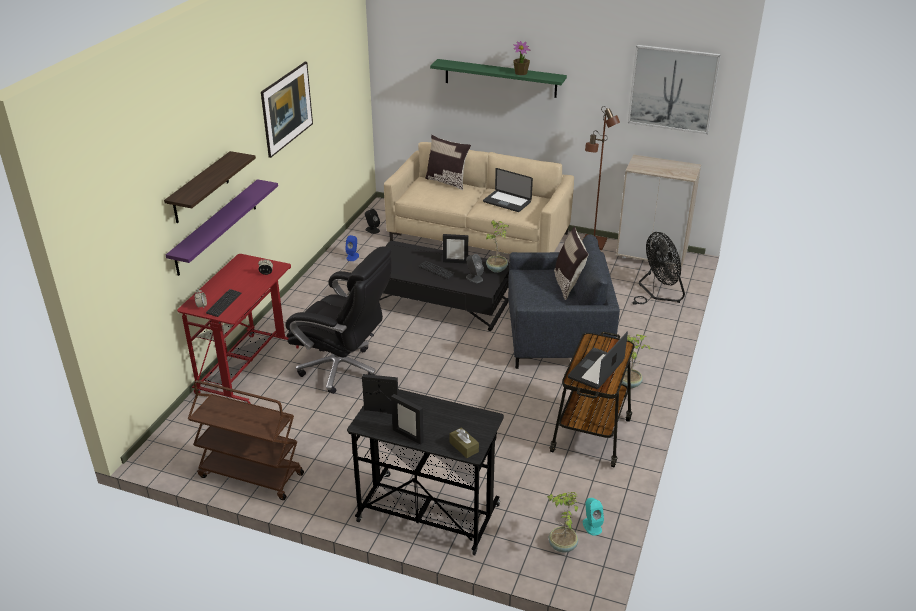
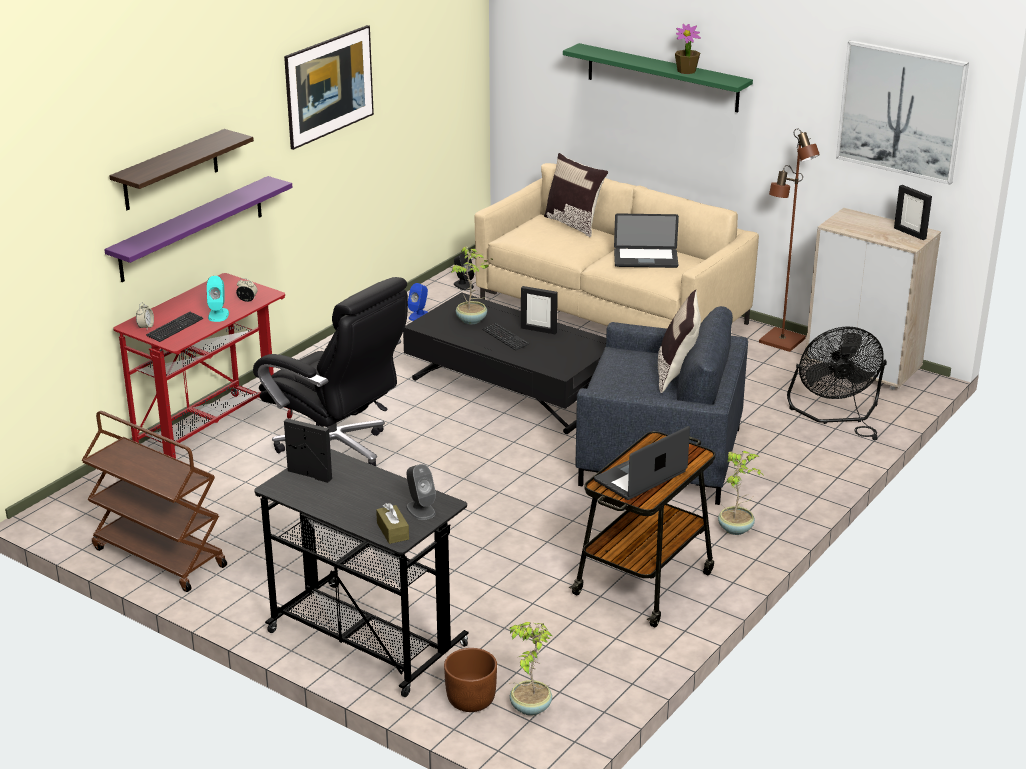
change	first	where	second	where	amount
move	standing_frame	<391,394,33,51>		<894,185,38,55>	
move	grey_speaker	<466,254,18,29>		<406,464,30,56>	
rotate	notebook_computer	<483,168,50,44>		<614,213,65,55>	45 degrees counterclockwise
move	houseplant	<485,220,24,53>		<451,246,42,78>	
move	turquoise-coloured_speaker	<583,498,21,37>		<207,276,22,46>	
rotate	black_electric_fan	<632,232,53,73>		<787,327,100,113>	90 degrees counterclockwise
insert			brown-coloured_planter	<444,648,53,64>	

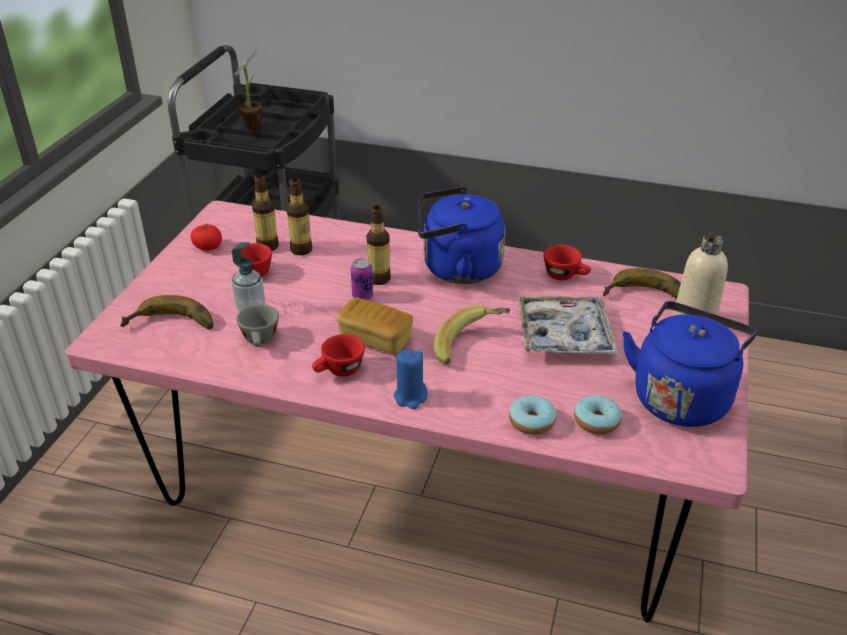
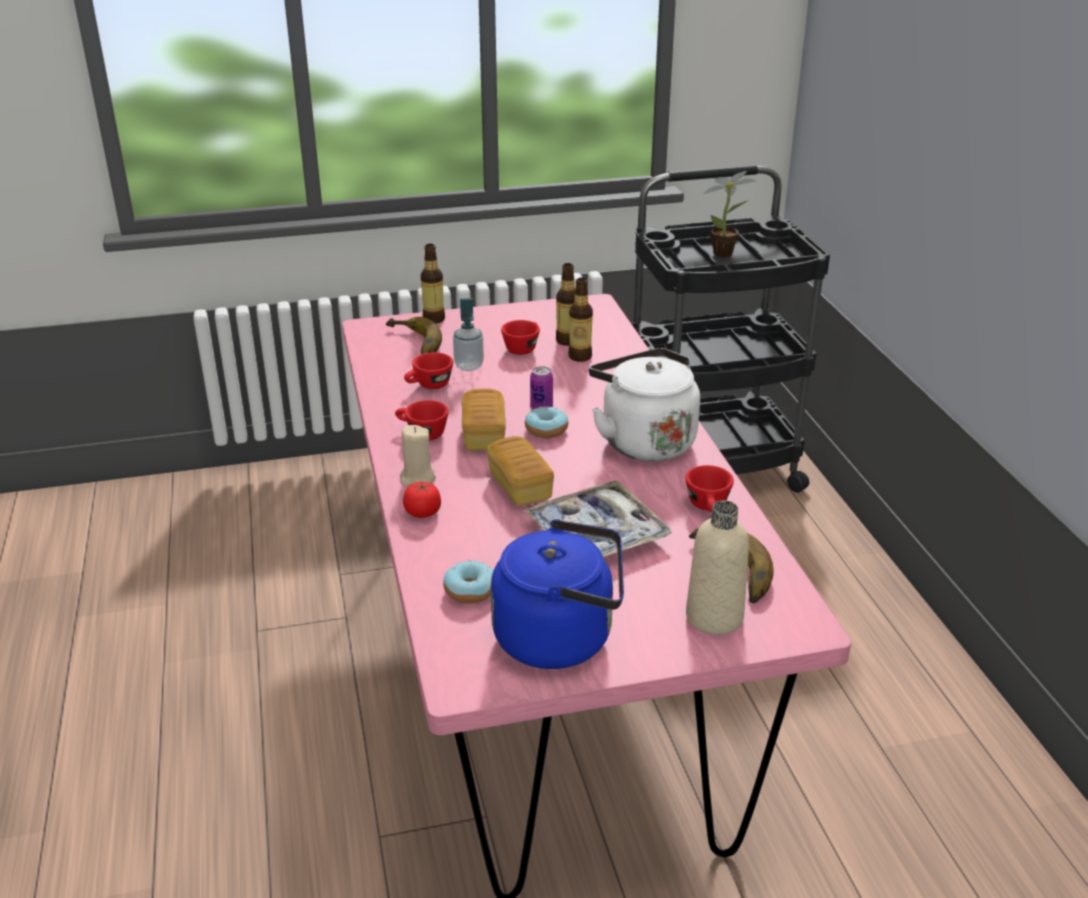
change	first	where	second	where	amount
move	whole_tomato	<191,224,31,27>		<403,482,38,36>	
recolor	grey_small_cup	<236,304,43,43>	reddish_small_cup	<404,352,49,37>	
move	drink_bottle	<366,205,25,80>		<421,244,24,80>	
recolor	blue_wax_light	<394,349,34,60>	beige_wax_light	<400,425,36,61>	
recolor	blue_water_kettle	<417,187,88,97>	white-coloured_water_kettle	<589,348,111,113>	
replace	banana	<434,305,76,59>	baked_bread	<487,436,67,70>	
move	doughnut	<509,395,47,40>		<525,407,43,31>	

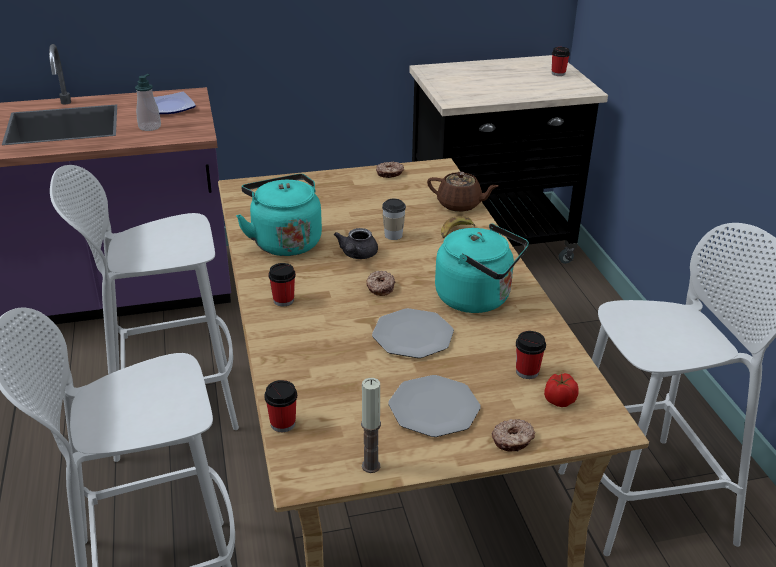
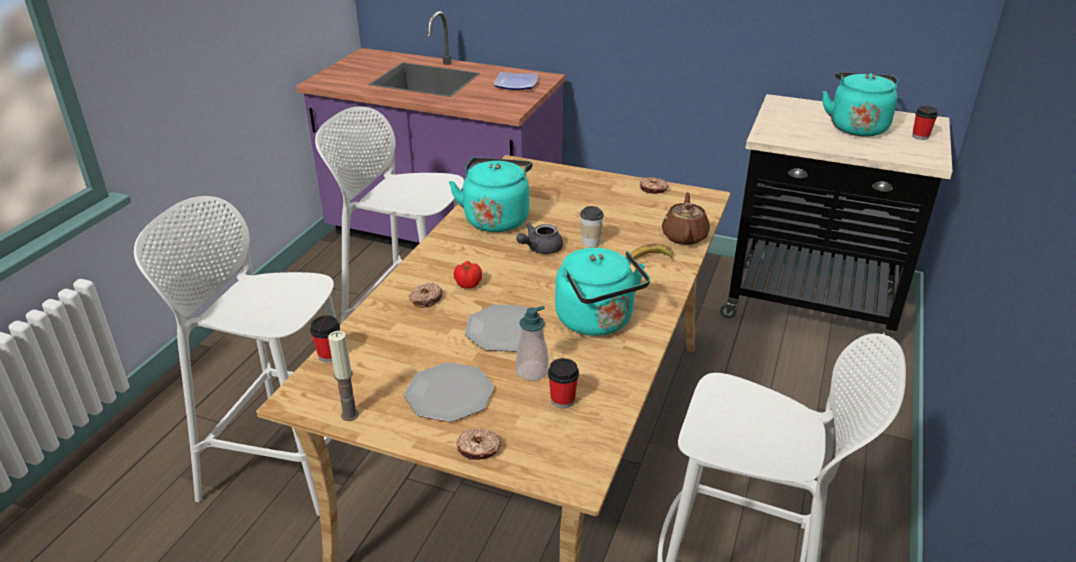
change	first	where	second	where	amount
move	soap_bottle	<135,74,26,57>		<516,306,33,75>	
delete	small_cup	<268,263,28,43>			
move	doughnut	<366,271,29,25>		<409,283,34,25>	
rotate	brown-coloured_teapot	<427,171,72,41>		<662,192,48,53>	135 degrees counterclockwise
move	whole_tomato	<544,373,35,34>		<454,261,28,28>	
insert			turquoise-coloured_water_kettle	<822,72,76,64>	

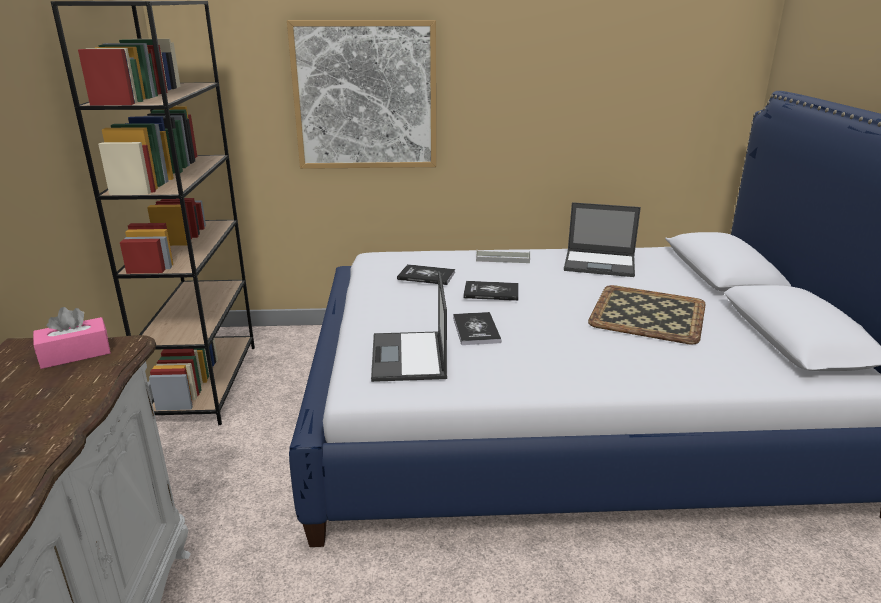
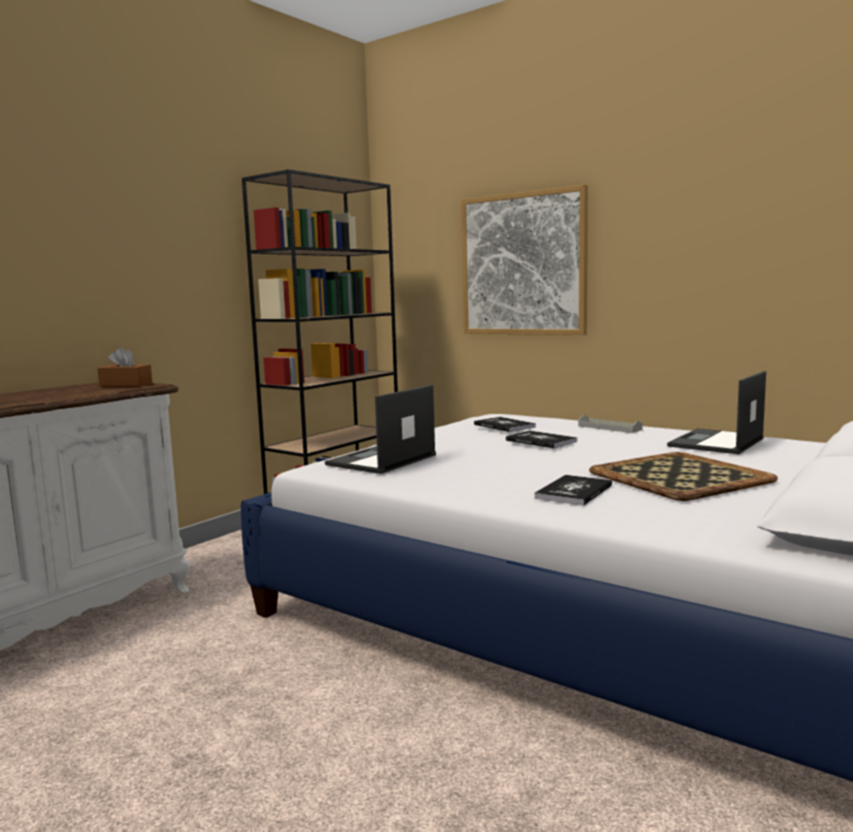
change	first	where	second	where	amount
recolor	pinkish_tissue_holder	<33,307,78,62>	brown-coloured_tissue_holder	<97,347,55,40>	
move	bound_book	<453,312,49,33>		<534,475,78,31>	
rotate	notebook_computer	<564,202,77,75>		<667,371,99,83>	75 degrees clockwise

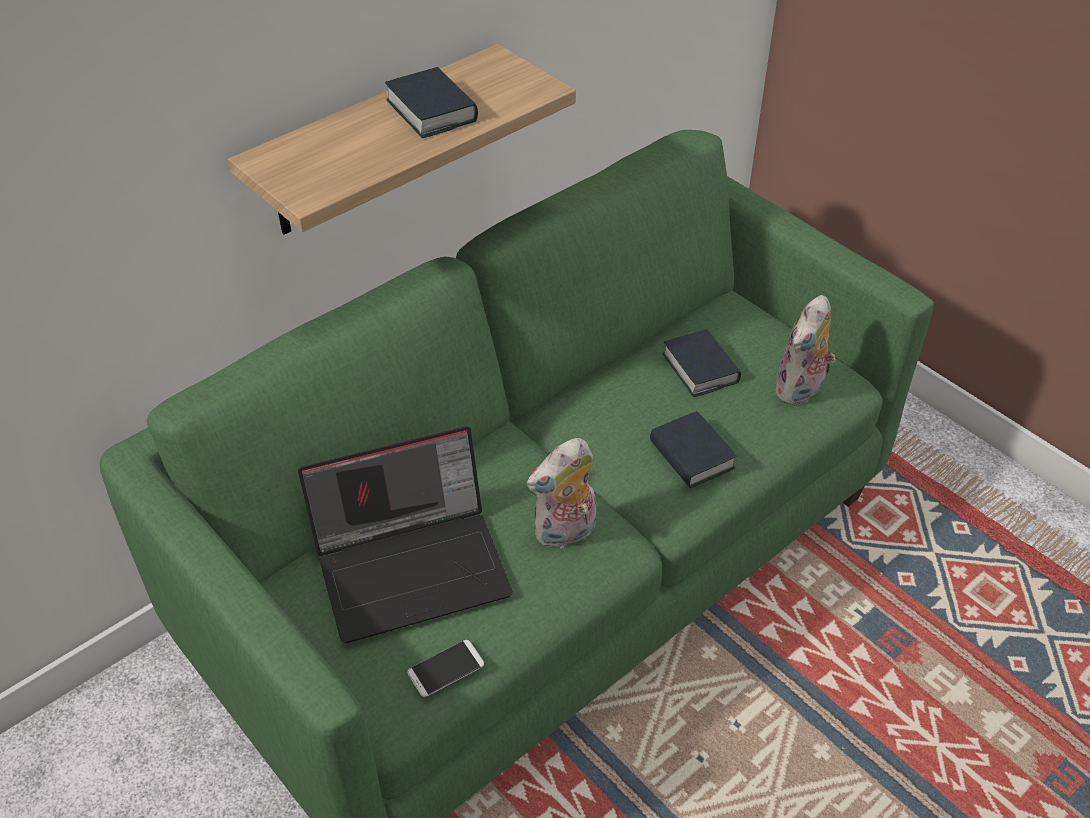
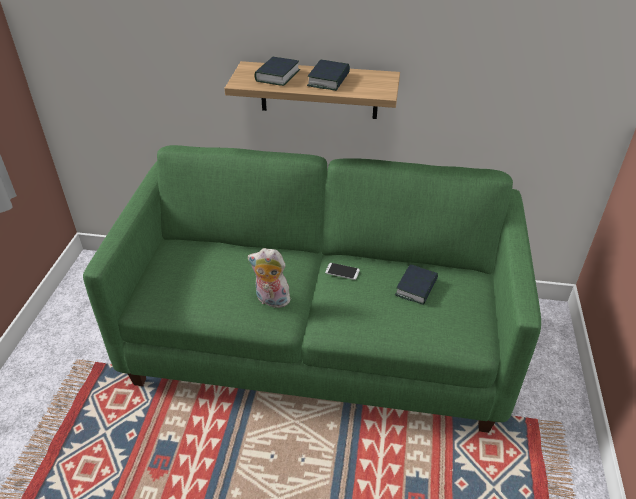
change	first	where	second	where	amount
delete	notebook_computer	<298,426,215,217>			
move	phone	<407,640,77,57>		<325,263,35,17>	
move	bound_book	<650,411,87,77>		<255,57,45,29>	
delete	cuddly_toy	<775,295,61,111>			

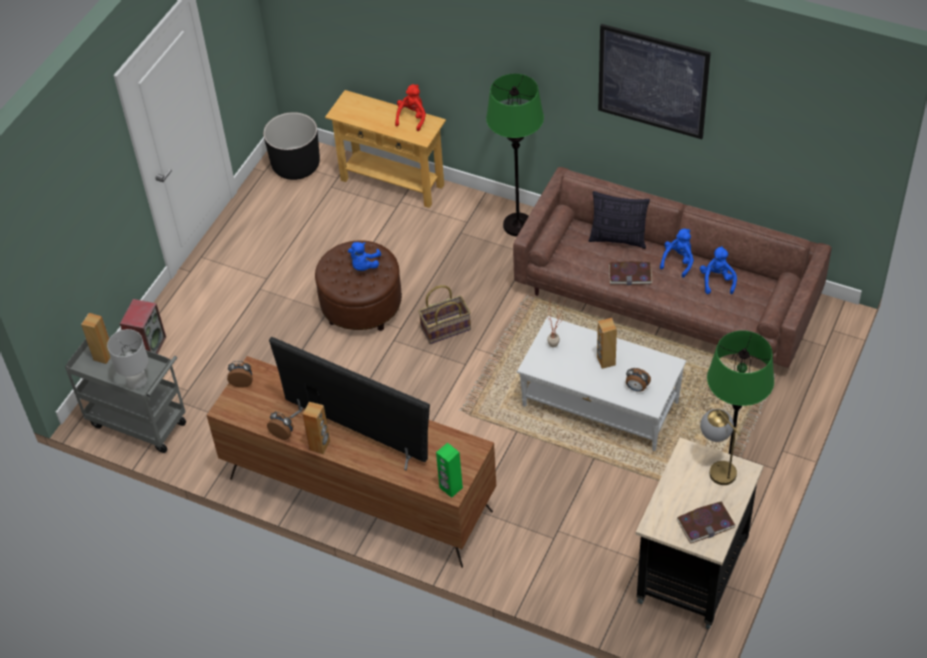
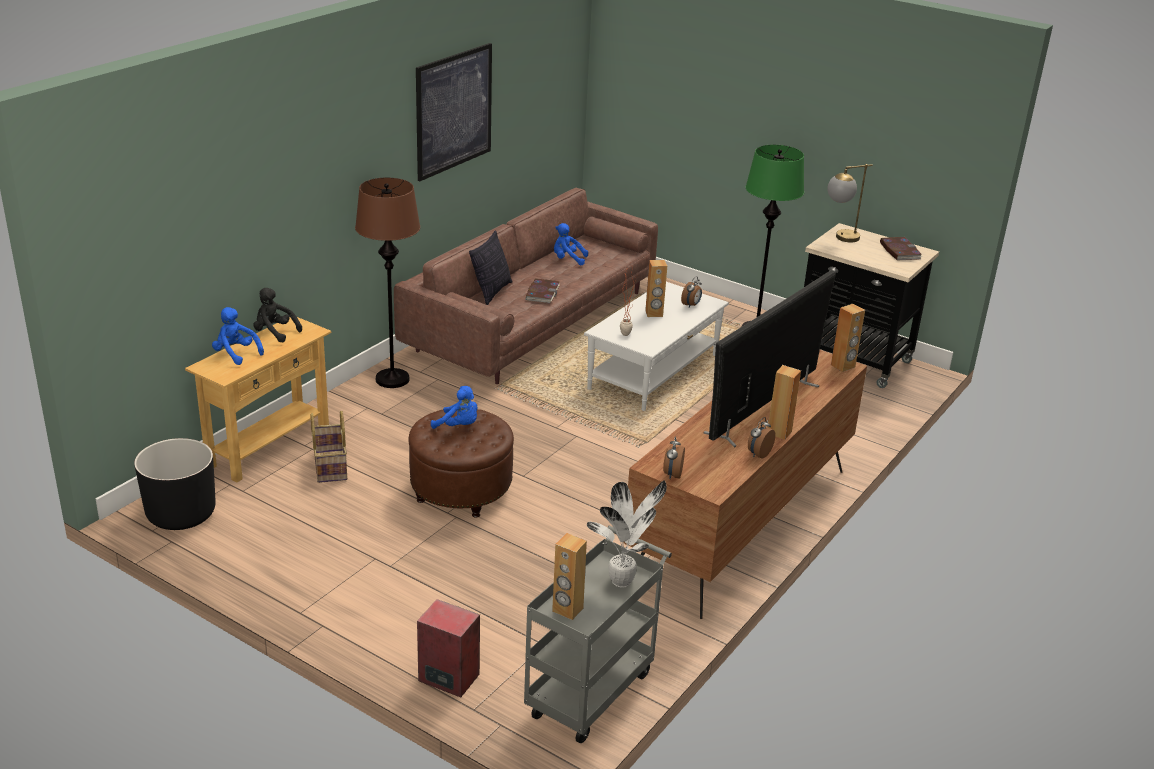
change	first	where	second	where	amount
replace	grey_table_lamp	<107,329,42,60>	houseplant	<587,481,80,107>	
recolor	reddish_cuddly_toy	<395,84,31,47>	black_cuddly_toy	<253,288,49,54>	
move	storage_basket	<418,285,53,59>		<311,411,36,72>	
recolor	greenish_speaker	<436,443,27,55>	brown-coloured_speaker	<831,304,34,68>	
recolor	greenish_standing_lamp	<486,73,58,164>	brown-coloured_standing_lamp	<355,177,65,211>	
move	blue_cuddly_toy	<660,228,34,49>		<212,307,52,58>	

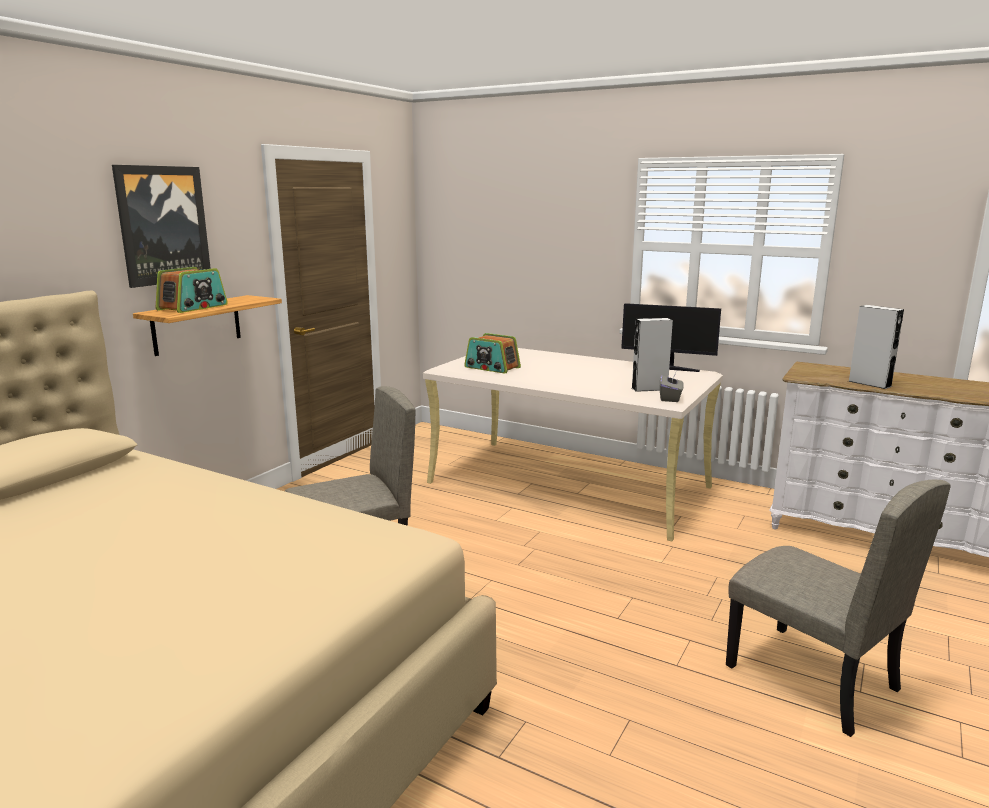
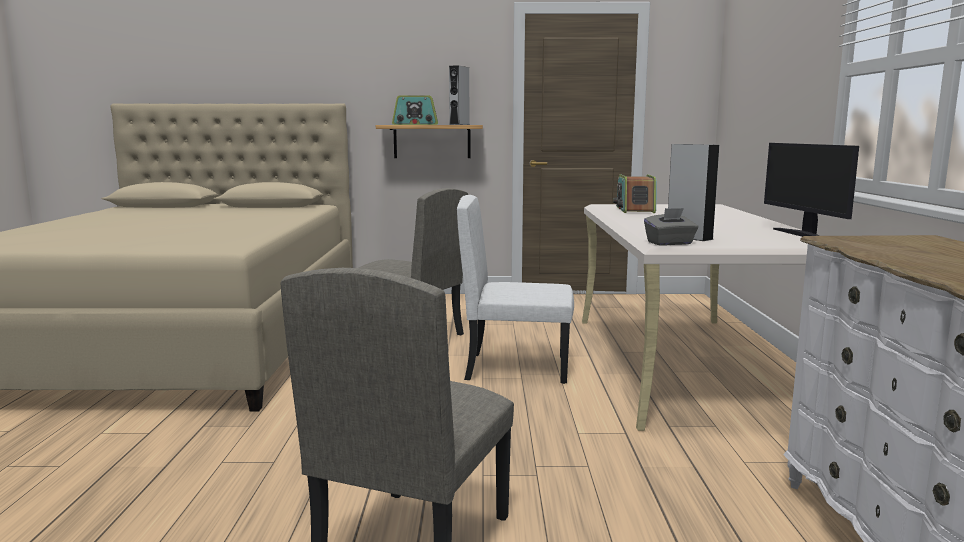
change	first	where	second	where	amount
delete	picture	<112,165,99,123>			
move	grey_speaker	<848,305,56,84>		<449,65,20,60>	
insert			white-coloured_upright_chair	<457,195,117,189>	

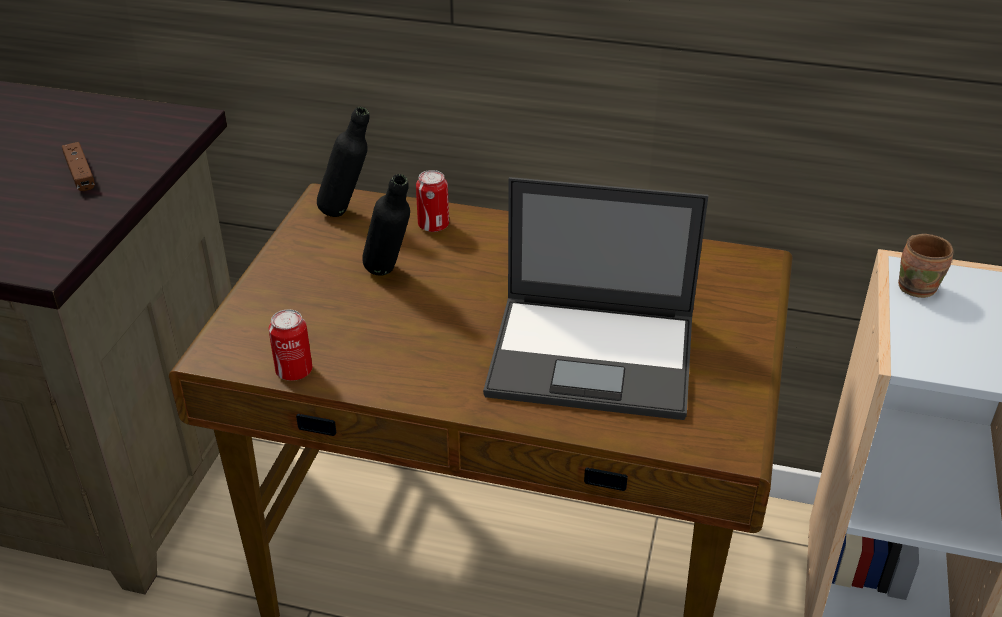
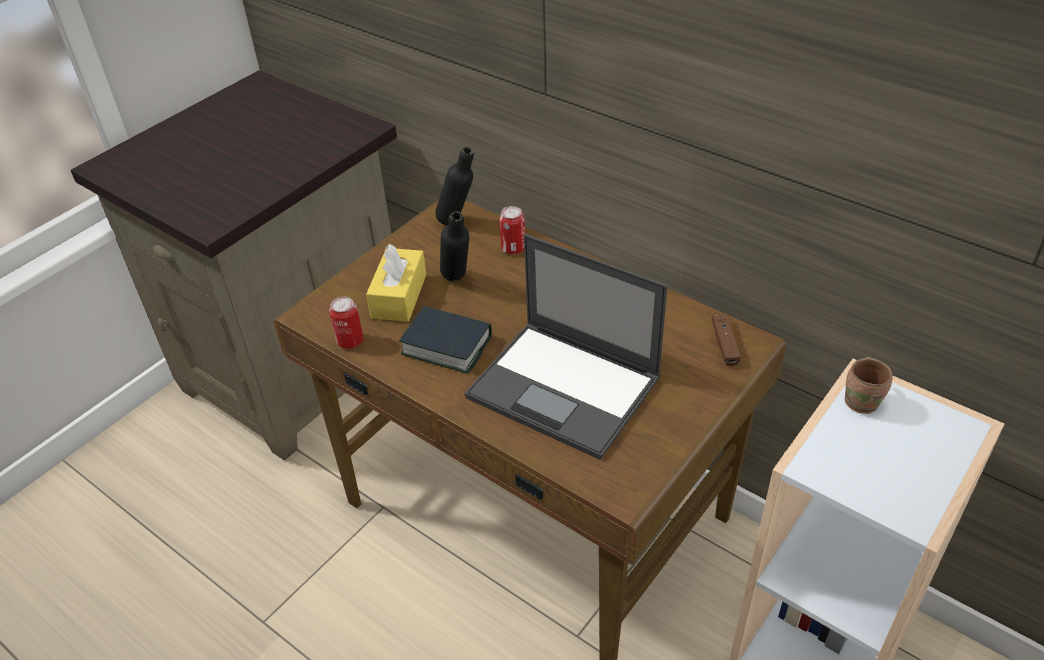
change	first	where	second	where	amount
move	brown-coloured_joypad	<62,142,33,49>		<712,313,29,53>	
insert			yellowish_tissue_holder	<366,244,61,78>	
insert			bound_book	<399,306,93,68>	

